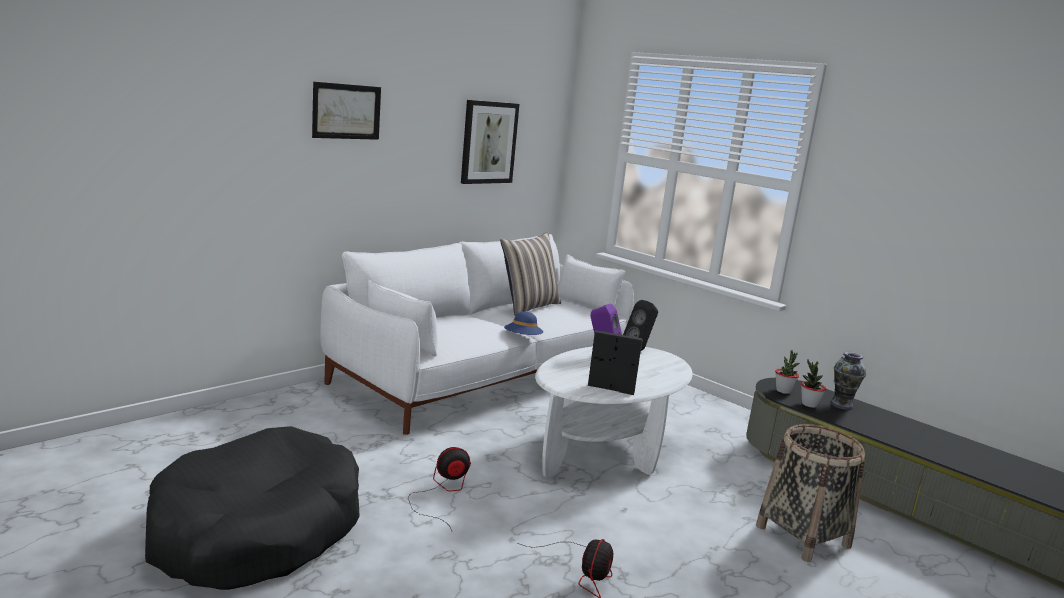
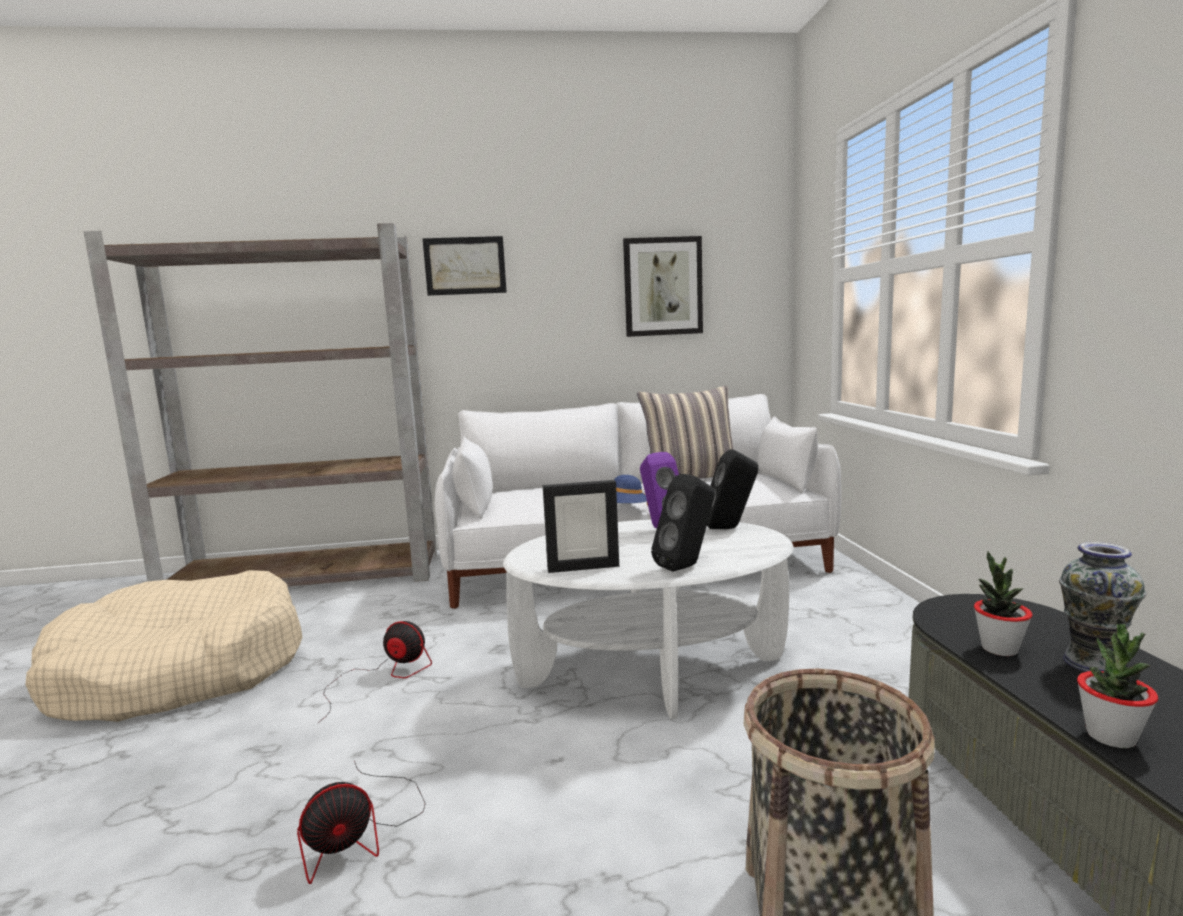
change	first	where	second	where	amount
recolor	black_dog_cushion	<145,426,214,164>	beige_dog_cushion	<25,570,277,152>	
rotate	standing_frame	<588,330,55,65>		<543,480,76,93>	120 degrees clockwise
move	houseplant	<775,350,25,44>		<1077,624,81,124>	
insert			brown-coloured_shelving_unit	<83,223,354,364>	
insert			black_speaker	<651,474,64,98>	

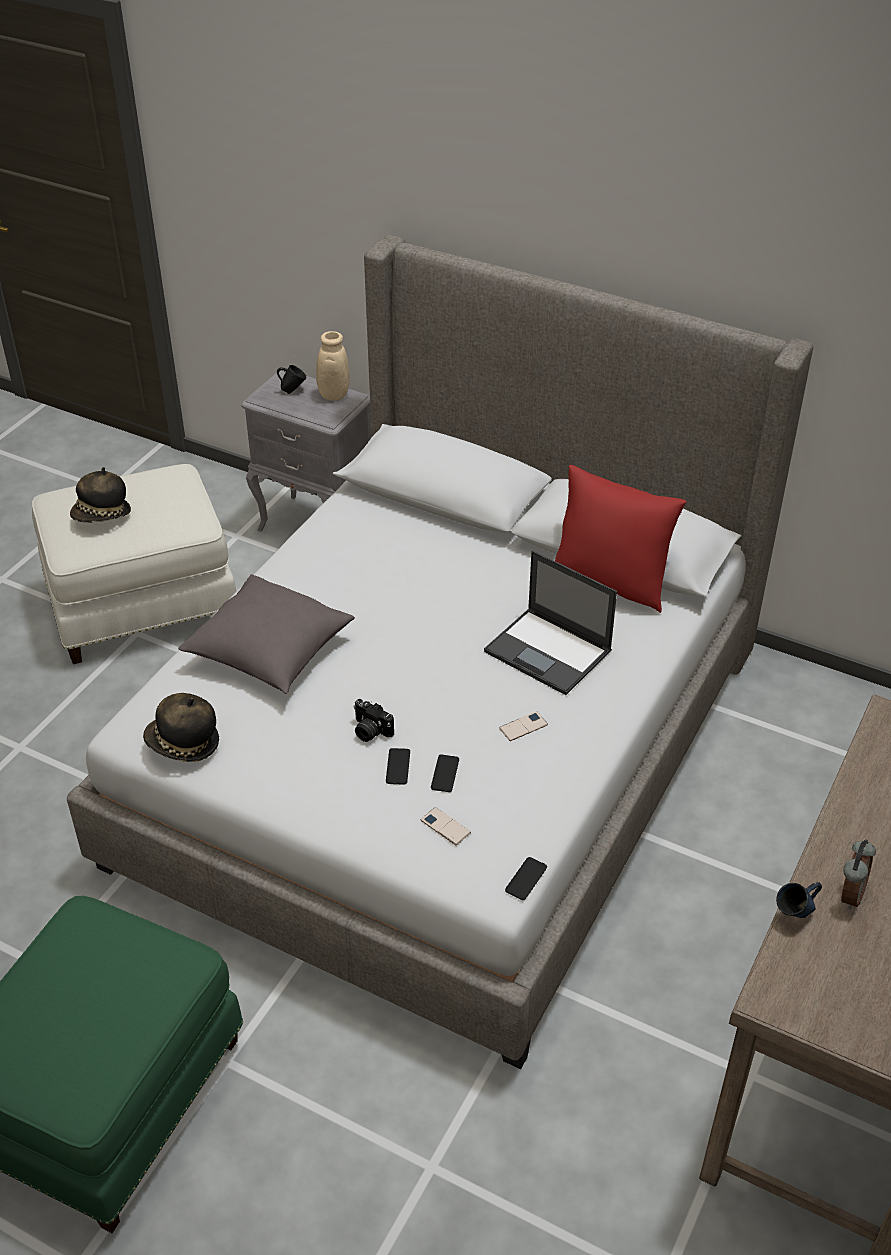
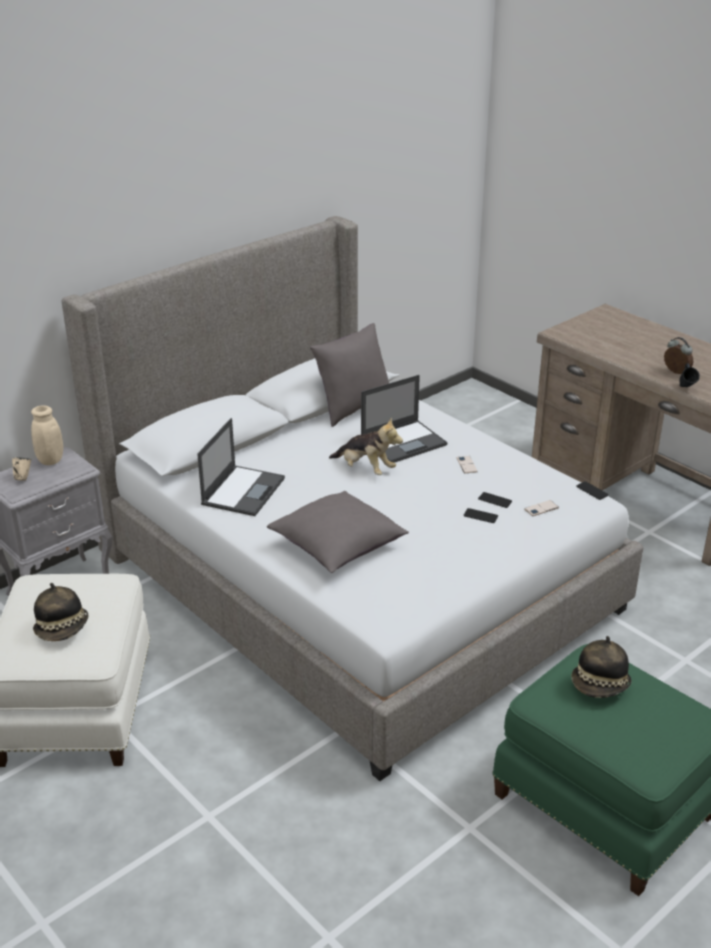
change	first	where	second	where	amount
move	clothing_hat	<143,693,76,69>		<572,636,60,62>	
recolor	black_mug	<277,365,30,29>	beige_mug	<12,457,19,24>	
delete	still_camera	<353,699,41,43>			
recolor	reddish_cushion	<555,465,132,148>	grey_cushion	<310,323,79,104>	
insert			notebook_computer	<197,418,88,98>	
insert			cuddly_toy	<329,418,74,57>	

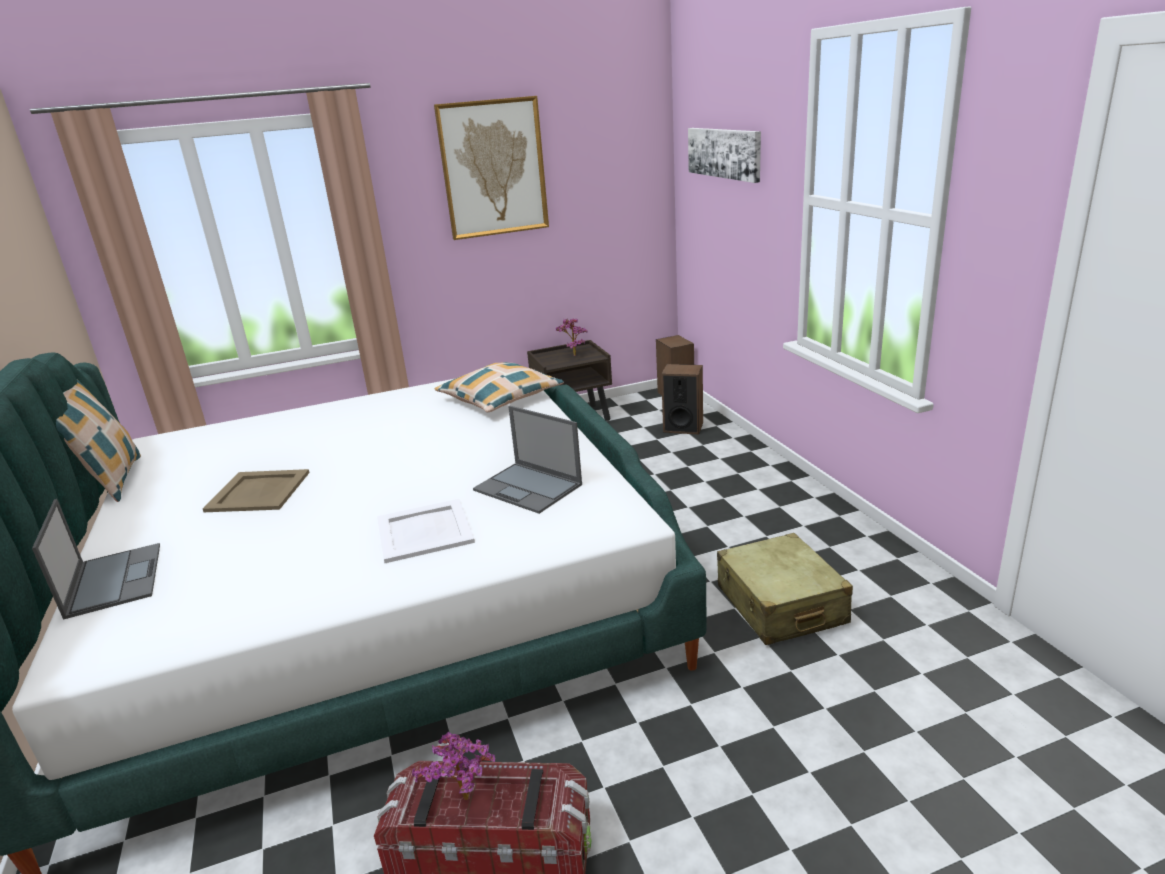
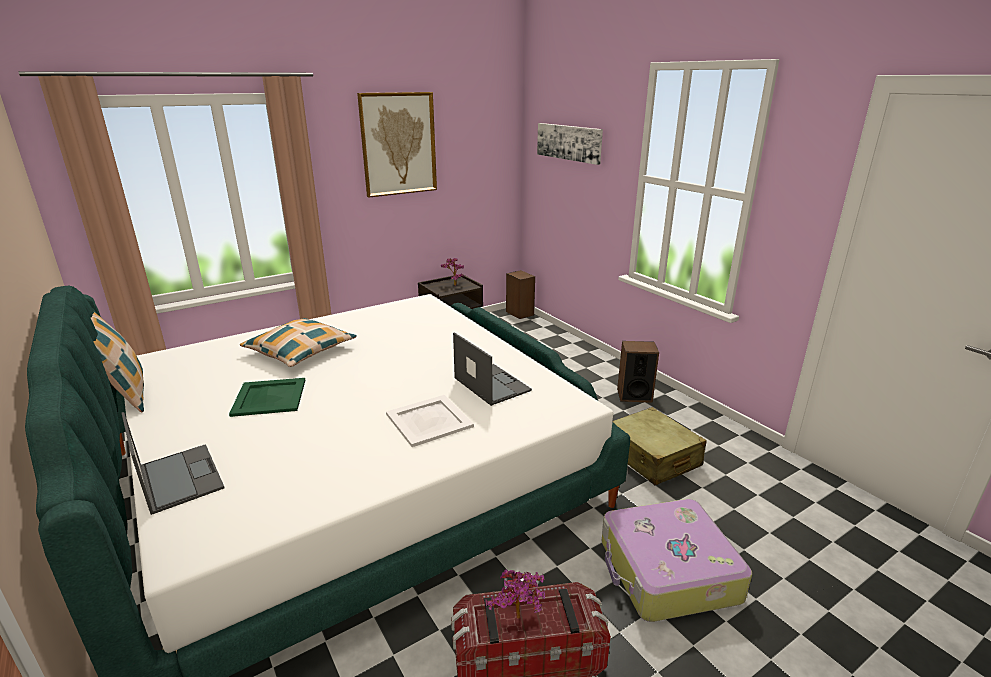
change	first	where	second	where	amount
recolor	beige_tray	<203,469,107,43>	greenish_tray	<229,378,76,39>	
move	cushion	<434,362,130,50>		<240,318,117,49>	
rotate	notebook_computer	<473,406,109,108>		<453,332,79,74>	150 degrees counterclockwise
move	speaker	<661,364,42,71>		<617,341,42,62>	
insert			suitcase	<601,499,151,123>	

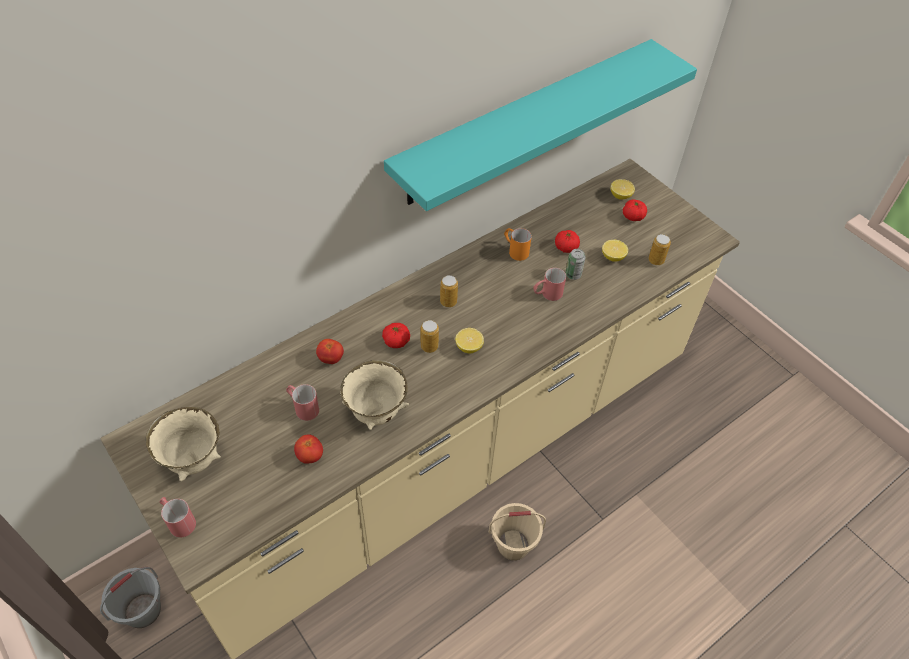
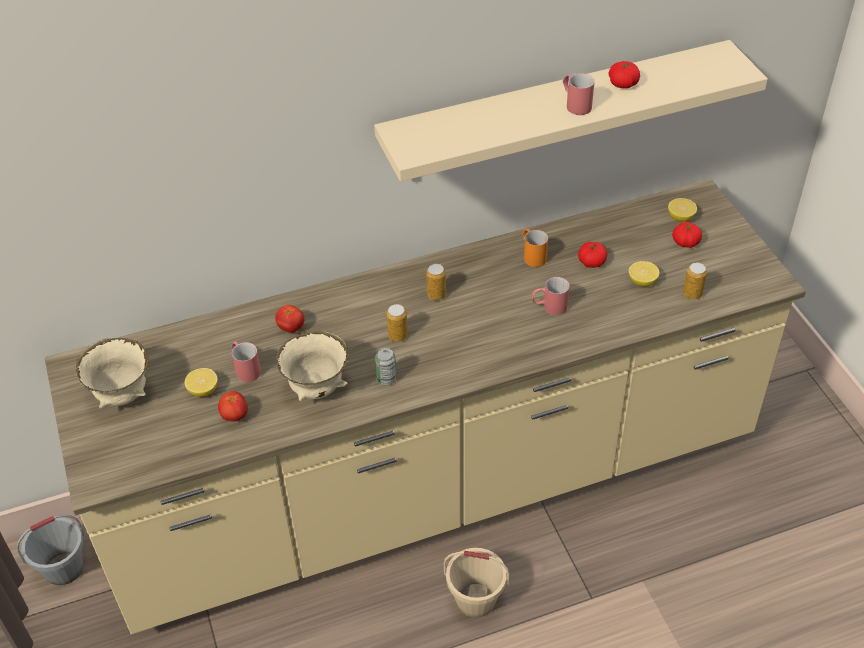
change	first	where	second	where	amount
move	reddish_mug	<160,497,36,40>		<563,73,32,42>	
move	whole_tomato	<382,323,28,25>		<609,61,31,27>	
recolor	turquoise-coloured_wall_shelf	<384,39,313,172>	beige_wall_shelf	<374,40,394,142>	
move	citrus_fruit	<455,328,29,26>		<185,368,33,29>	
move	metal_can	<566,249,19,31>		<375,348,22,38>	

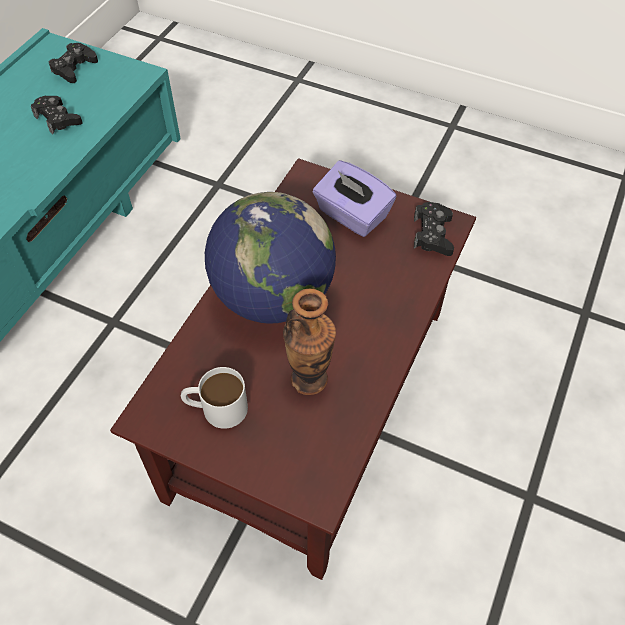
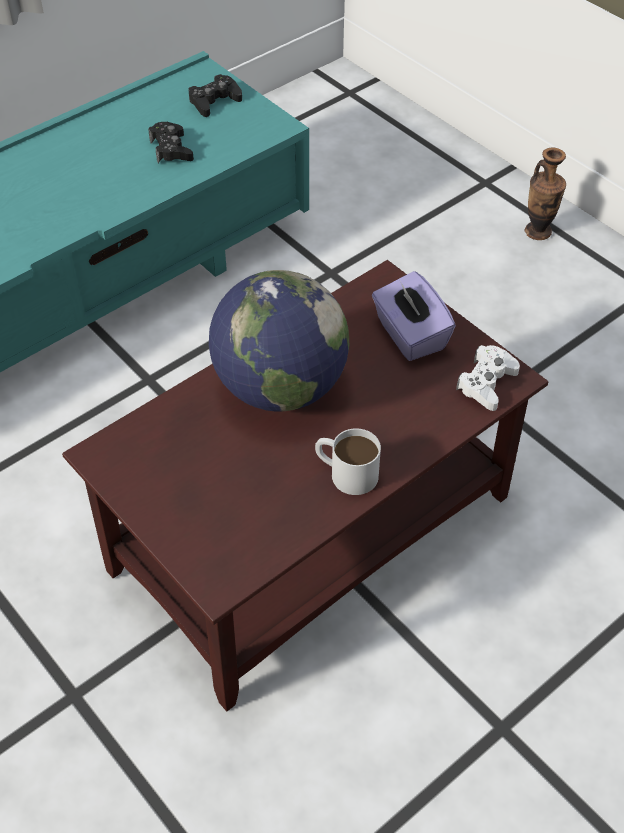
change	first	where	second	where	amount
move	white-coloured_mug	<181,367,67,62>		<315,428,66,67>	
move	vase	<283,289,53,106>		<525,147,41,93>	
recolor	black_joypad	<414,202,40,54>	white-coloured_joypad	<456,345,64,66>	

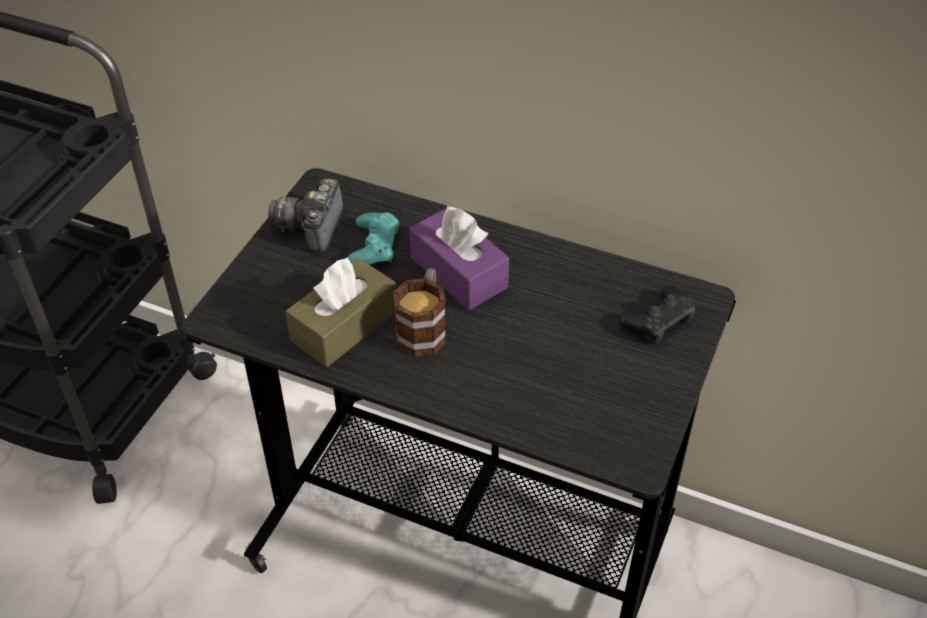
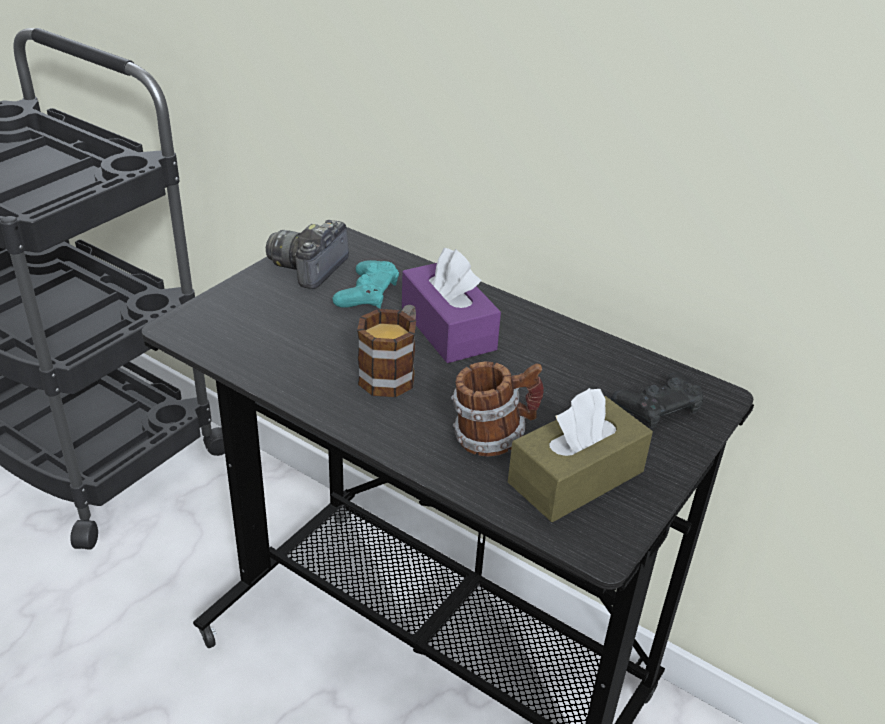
change	first	where	second	where	amount
move	brown-coloured_tissue_holder	<285,257,111,110>		<508,388,145,134>	
insert			mug	<451,361,93,96>	

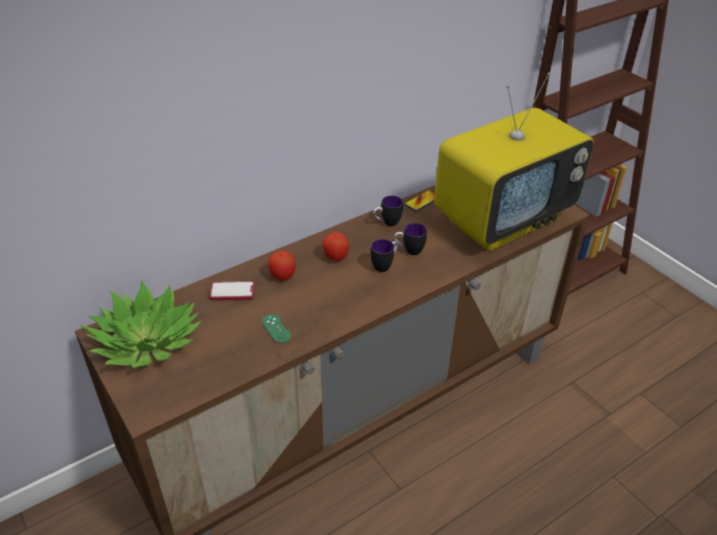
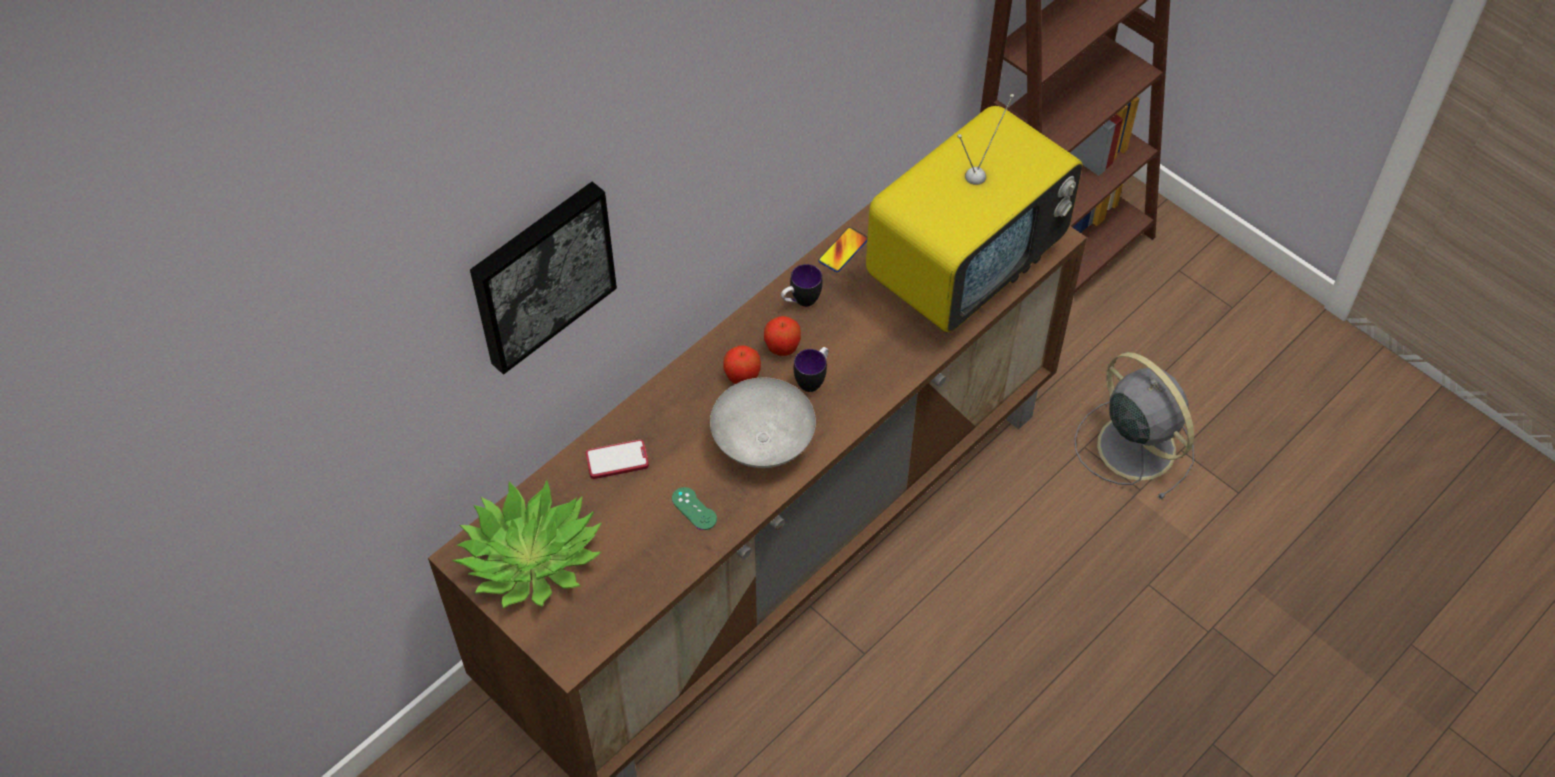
change	first	where	second	where	amount
move	apple_fruit	<268,251,28,30>		<764,316,37,40>	
delete	mug	<394,223,33,32>			
insert			picture	<470,182,147,193>	
insert			grey_bowl	<710,377,106,91>	
insert			grey_electric_fan	<1074,352,120,148>	

